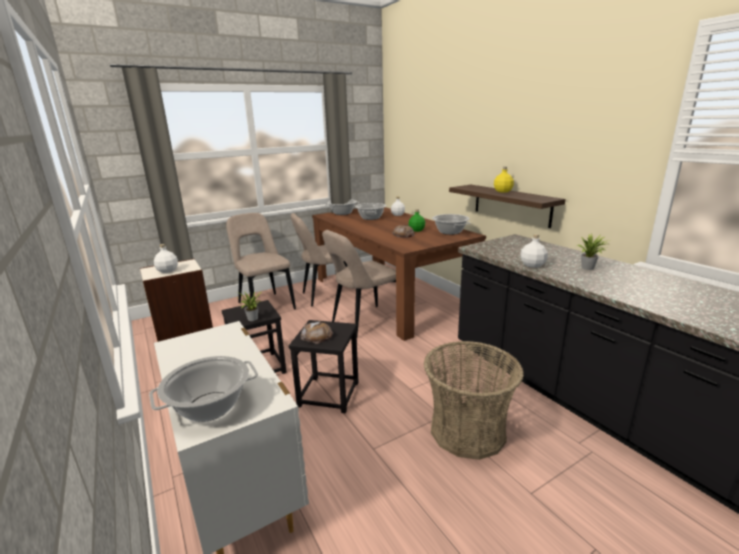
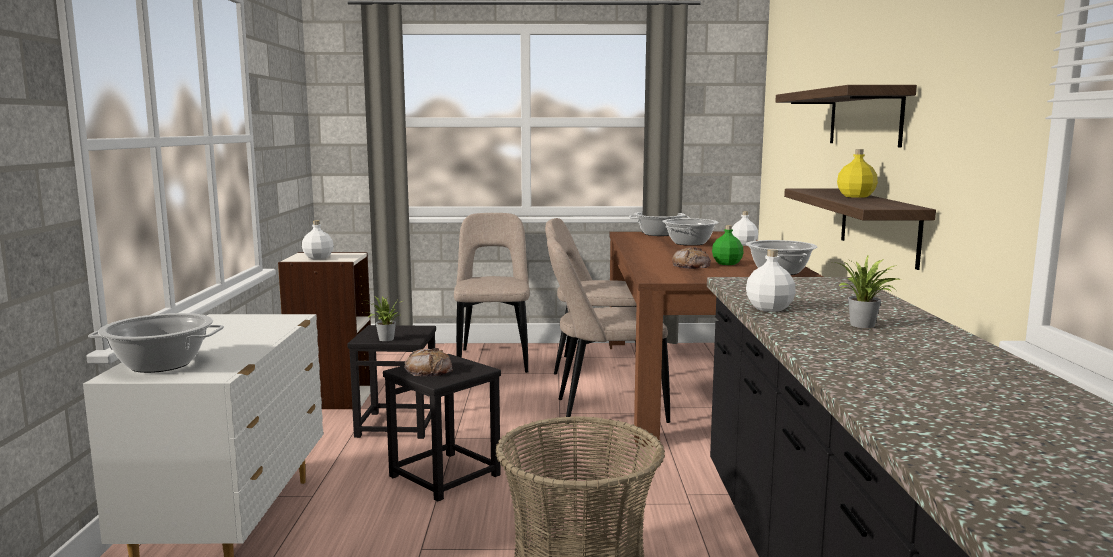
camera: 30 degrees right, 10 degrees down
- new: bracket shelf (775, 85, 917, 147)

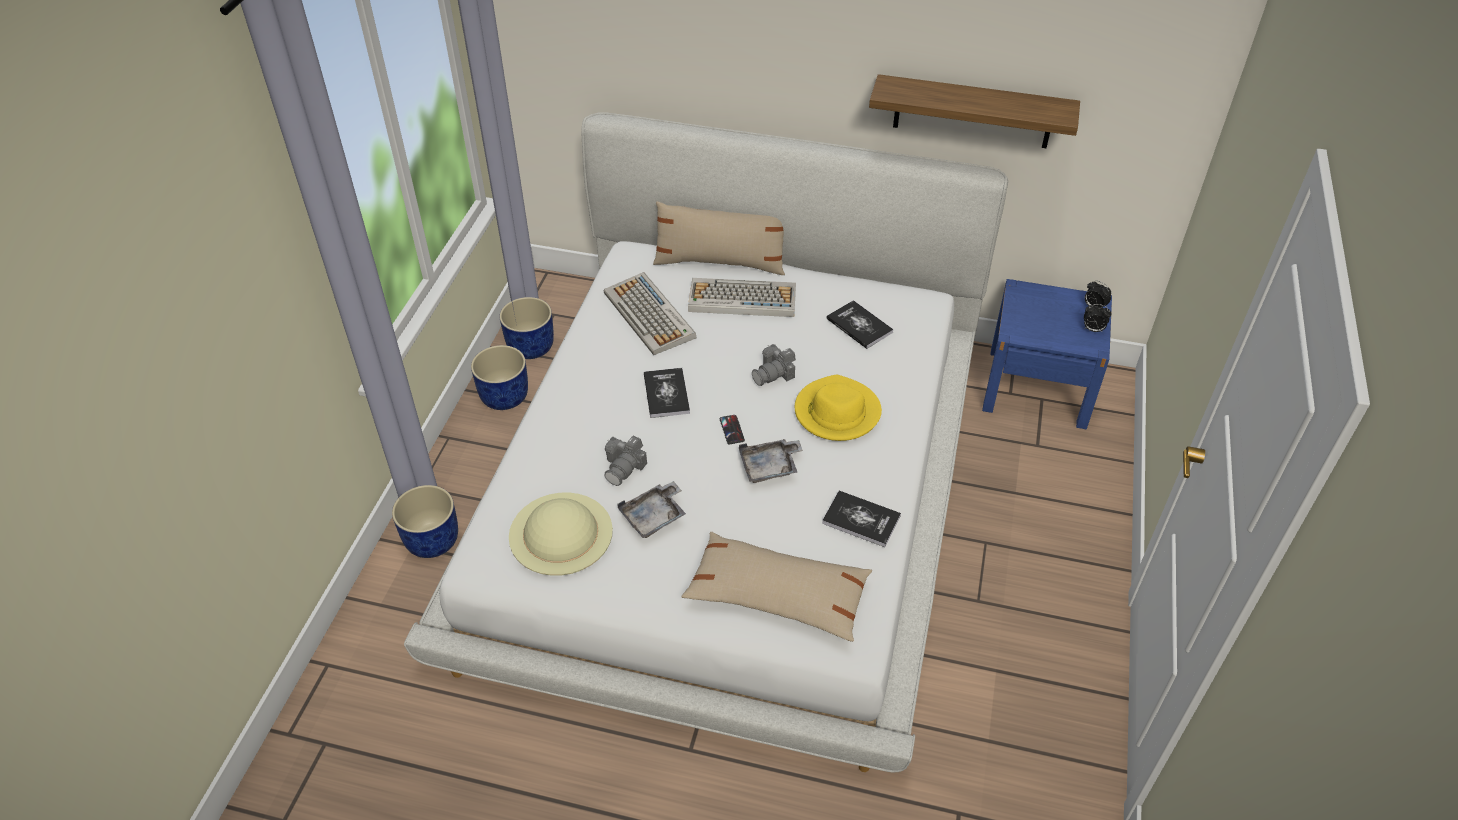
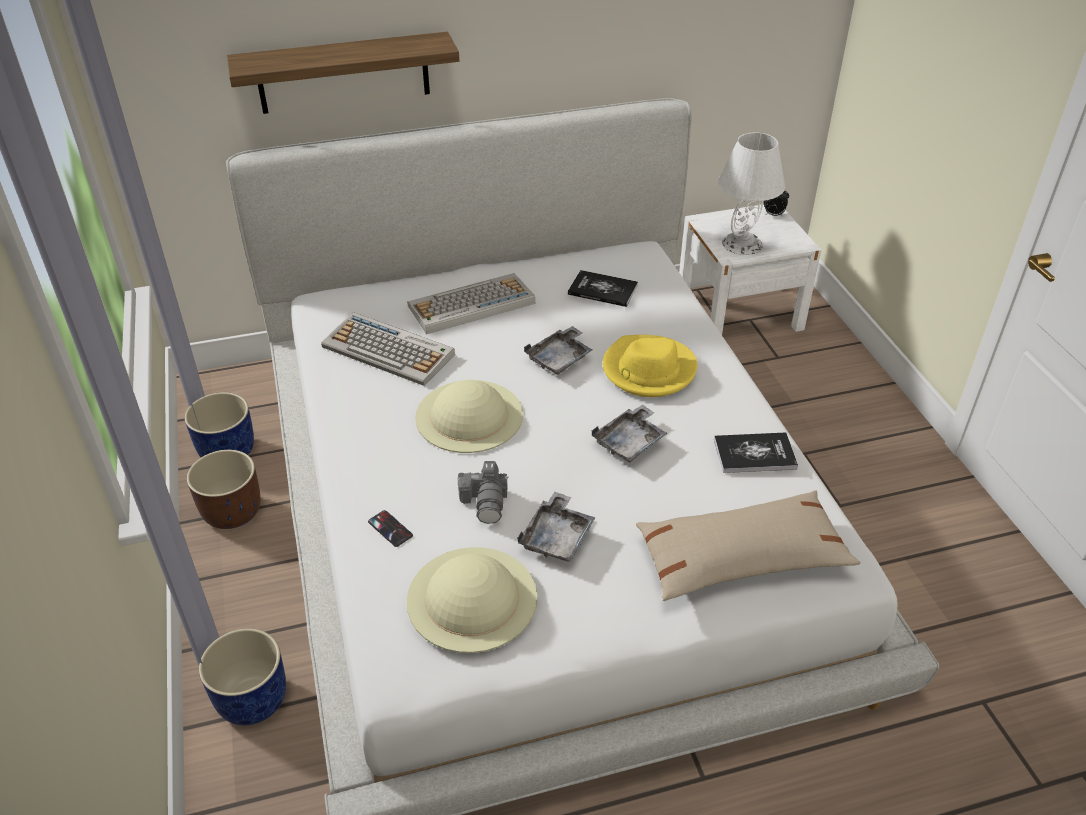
camera: 30 degrees left, 5 degrees down
- shifted: bracket shelf (869, 74, 1080, 148) to (227, 32, 459, 114)
- gone: cushion/beige (653, 201, 785, 275)
- repainted: bedside table/blue-coloured (982, 279, 1112, 429) to bedside table/white (679, 204, 821, 335)
- gone: table clock (1084, 304, 1112, 332)
- swapped: still camera (752, 344, 796, 386) to tray/grey (524, 326, 592, 375)
- repainted: planter/blue-coloured (471, 345, 528, 410) to planter/brownish (187, 450, 261, 529)
- swapped: volume (644, 368, 690, 418) to clothing hat/beige (415, 380, 523, 453)
- shifted: handset (720, 415, 745, 444) to (368, 510, 413, 547)
- new: table lamp/white (718, 133, 785, 255)

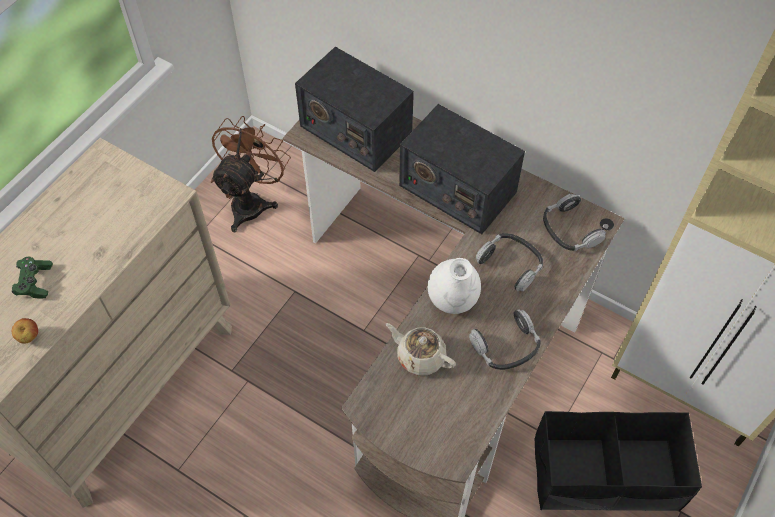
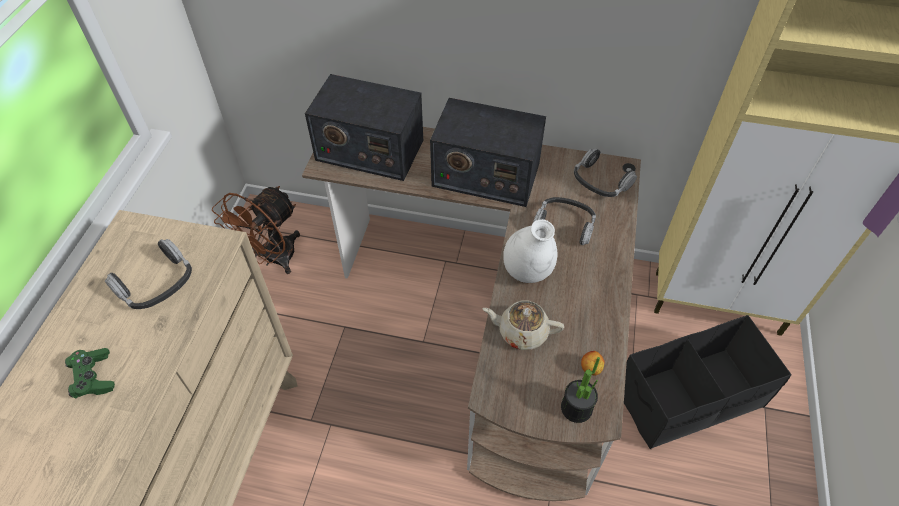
camera: 20 degrees left, 5 degrees down
- rotated: cooling fan/brownish (211, 116, 291, 232) = (212, 186, 300, 274) 150 degrees counterclockwise
- shifted: pair of headphones (469, 309, 541, 370) to (105, 239, 192, 309)
- shifted: apple fruit (12, 318, 38, 344) to (581, 351, 604, 375)
- new: potted plant (561, 357, 600, 423)

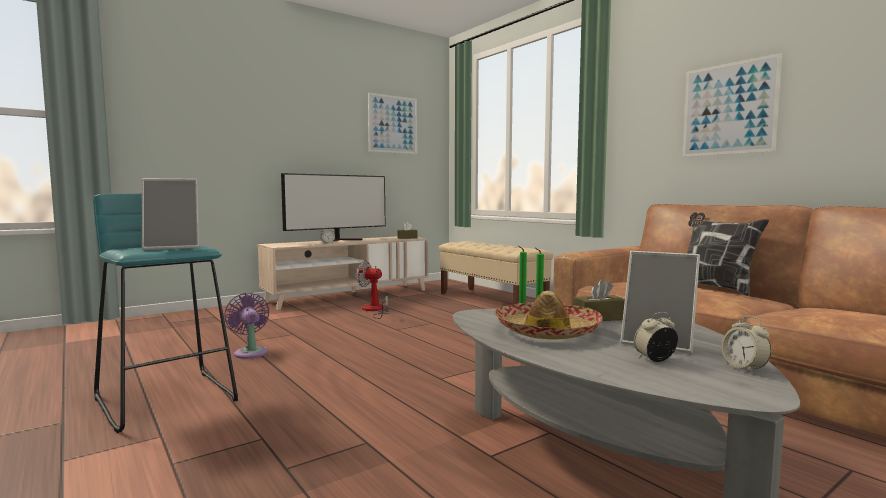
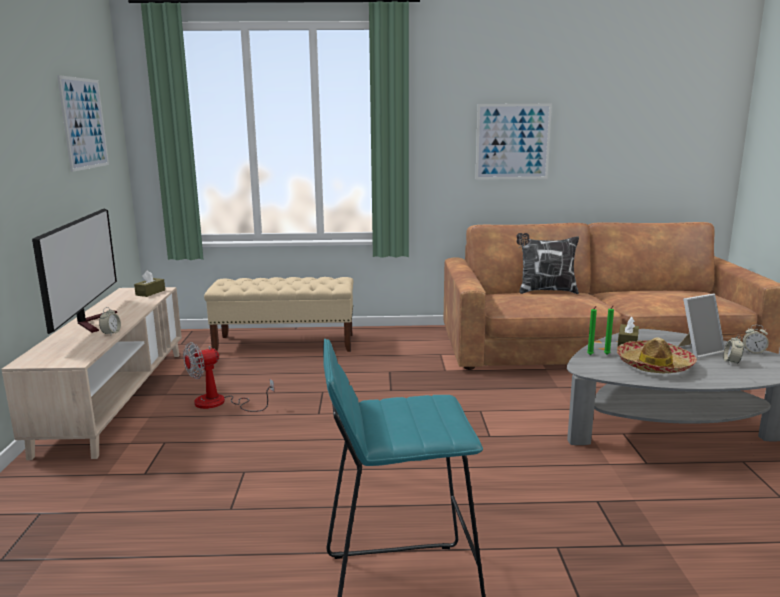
camera: 55 degrees left, 10 degrees up
- gone: picture frame (142, 178, 199, 250)
- gone: cooling fan/purple-coloured (224, 293, 269, 359)

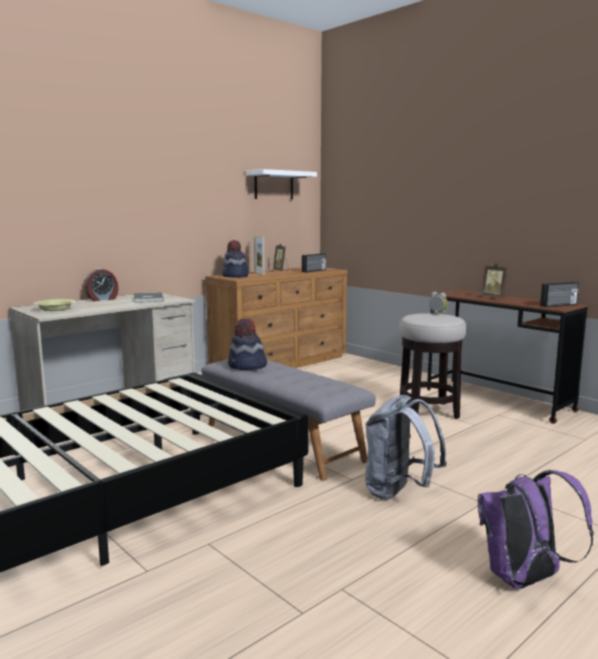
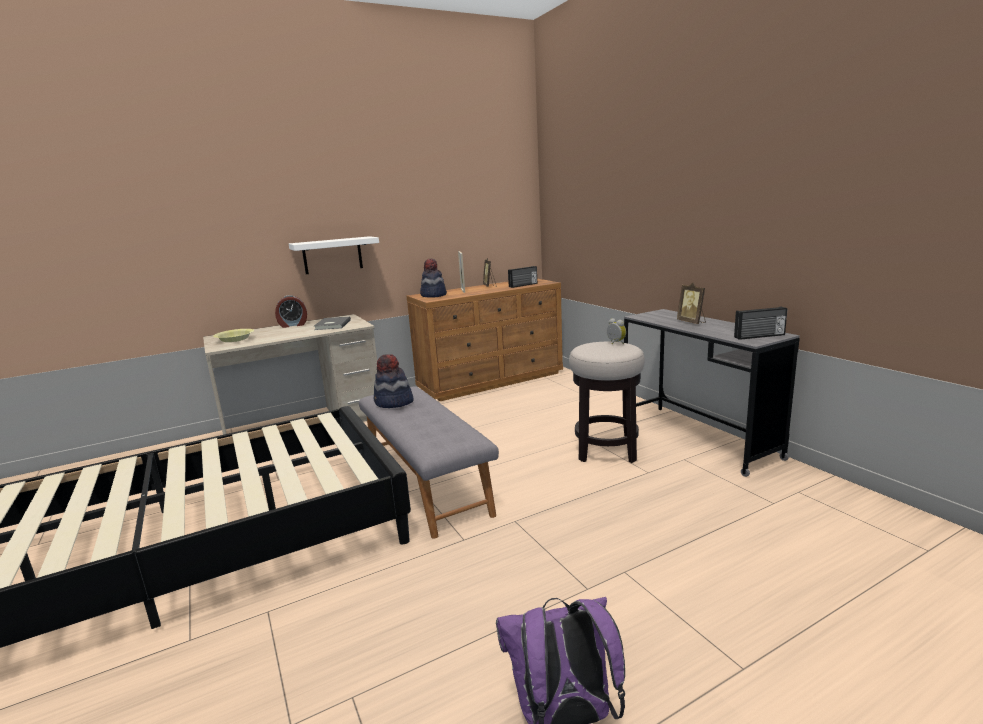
camera: 15 degrees right, 5 degrees up
- shifted: bracket shelf/white (246, 169, 317, 199) to (289, 236, 379, 274)
- repainted: desk unit/brownish (427, 290, 588, 424) to desk unit/grey (624, 309, 800, 477)
- gone: knapsack/grey (365, 395, 447, 500)

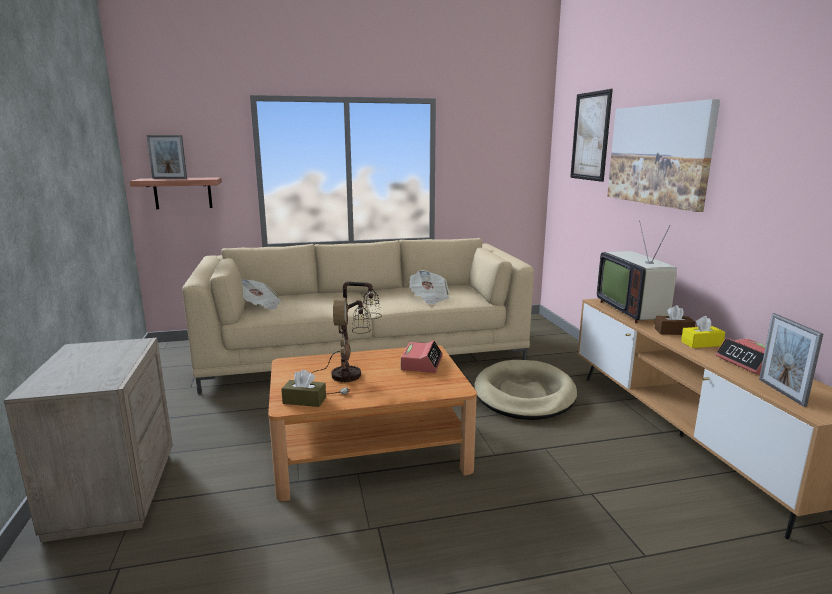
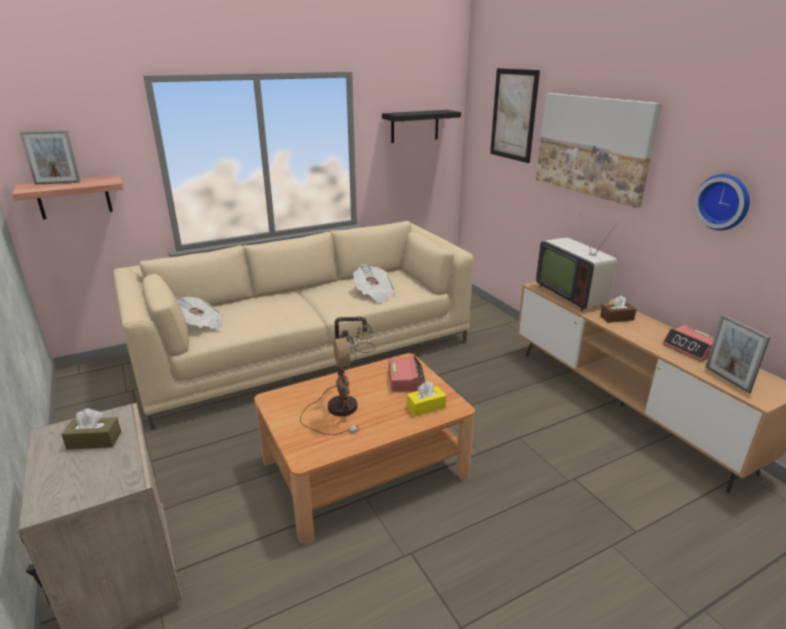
camera: 15 degrees left, 10 degrees up
- shifted: box of tissues/yellow-coloured (681, 316, 725, 348) to (407, 381, 446, 416)
- gone: pet bed/beige (474, 360, 577, 420)
- shifted: box of tissues/brownish (281, 370, 326, 407) to (61, 409, 121, 450)
- new: bracket shelf/black (382, 110, 461, 143)
- new: wall clock (694, 174, 750, 230)

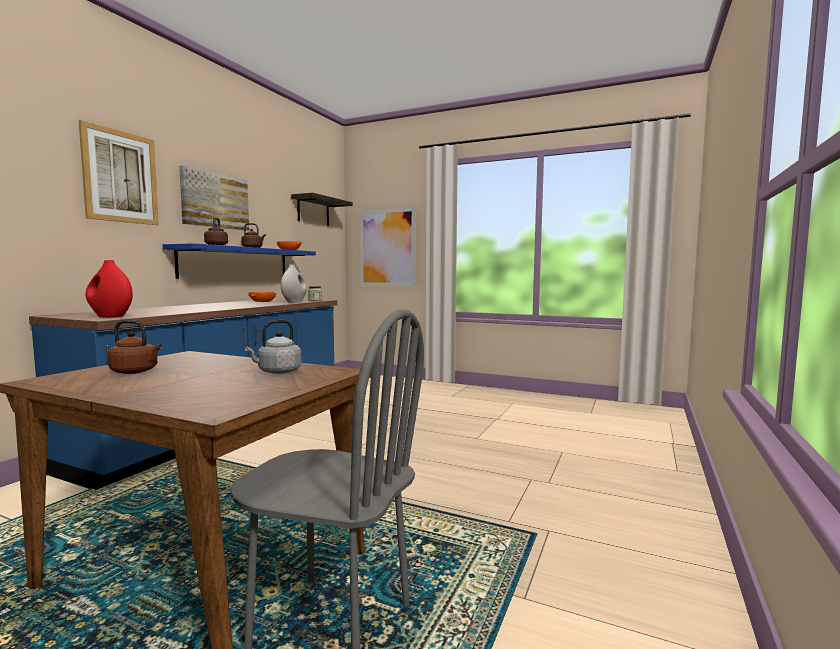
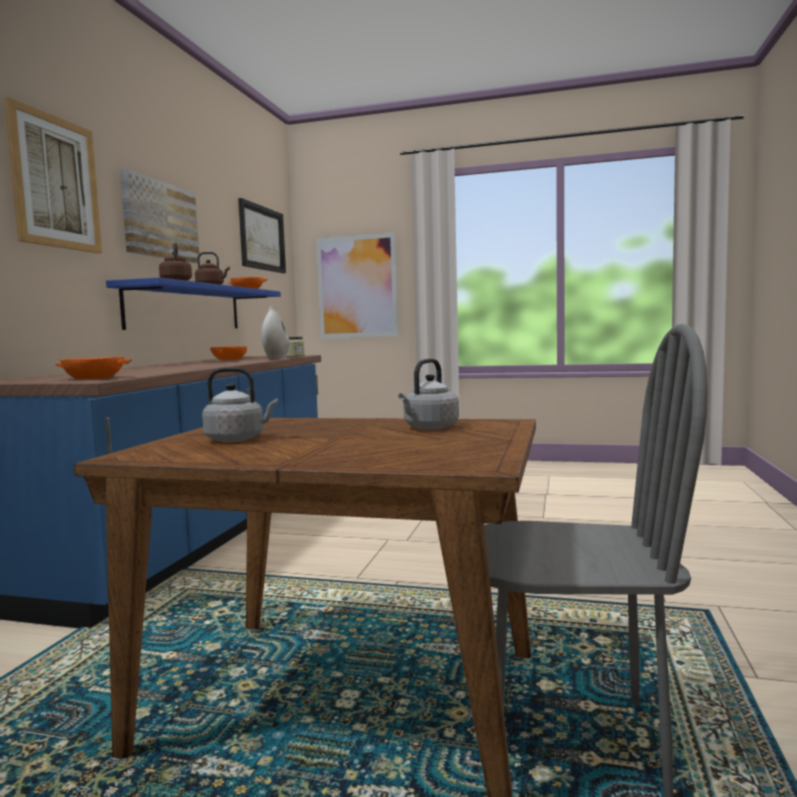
camera: 10 degrees left, 0 degrees up
- swapped: bracket shelf (291, 193, 353, 226) to picture (238, 198, 286, 273)
- swapped: decorative vase/red (85, 260, 133, 317) to serving bowl/orangey (55, 357, 132, 379)
- repainted: tea kettle/brownish (108, 320, 162, 374) to tea kettle/grey (202, 367, 278, 442)

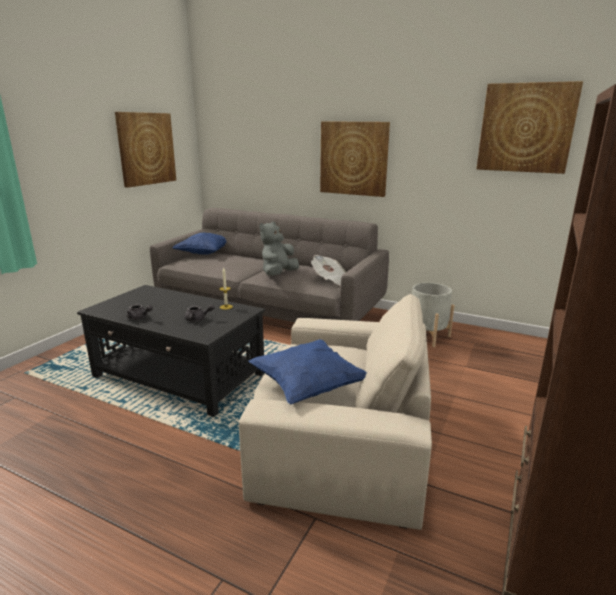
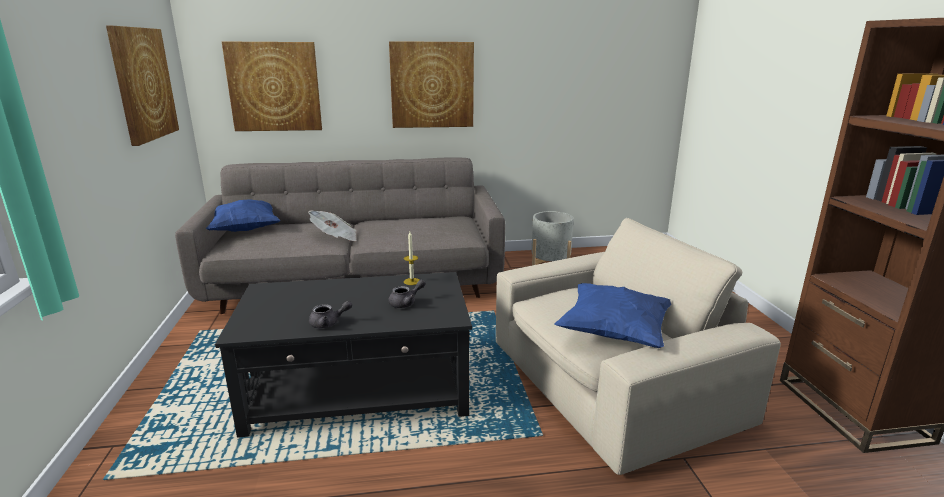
camera: 35 degrees left, 0 degrees up
- shifted: picture (476, 81, 583, 174) to (222, 41, 322, 131)
- gone: cuddly toy/grey (260, 222, 299, 276)
- shifted: printed paper (311, 255, 346, 286) to (308, 210, 356, 241)

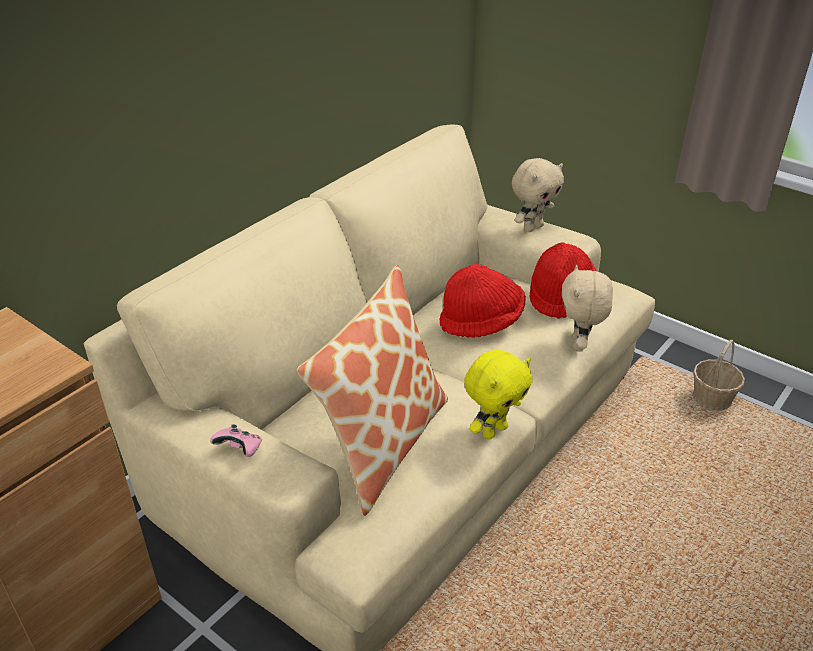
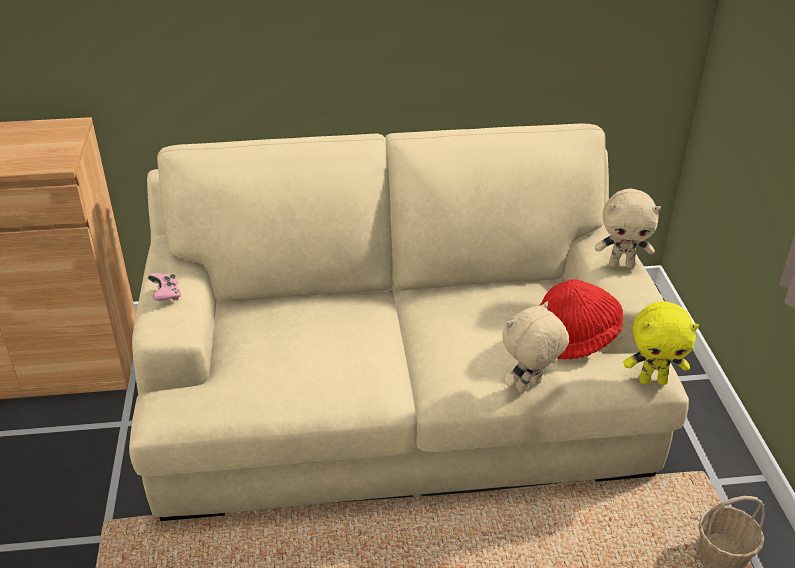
camera: 45 degrees right, 0 degrees up
- gone: clothing hat/red (439, 264, 526, 338)
- gone: cushion (297, 265, 448, 516)
- shifted: cuddly toy/yellow-coloured (464, 350, 532, 439) to (624, 301, 699, 385)

